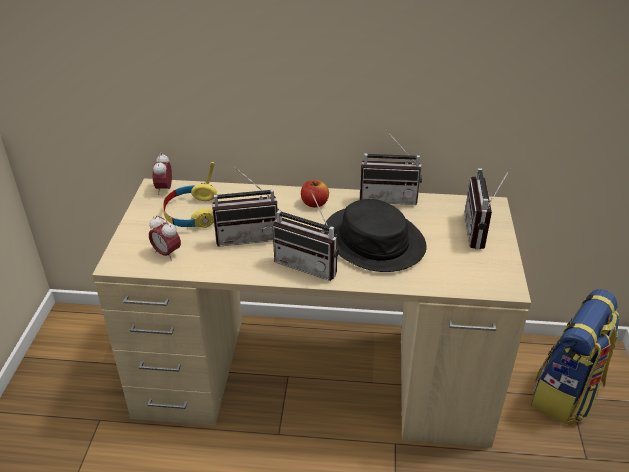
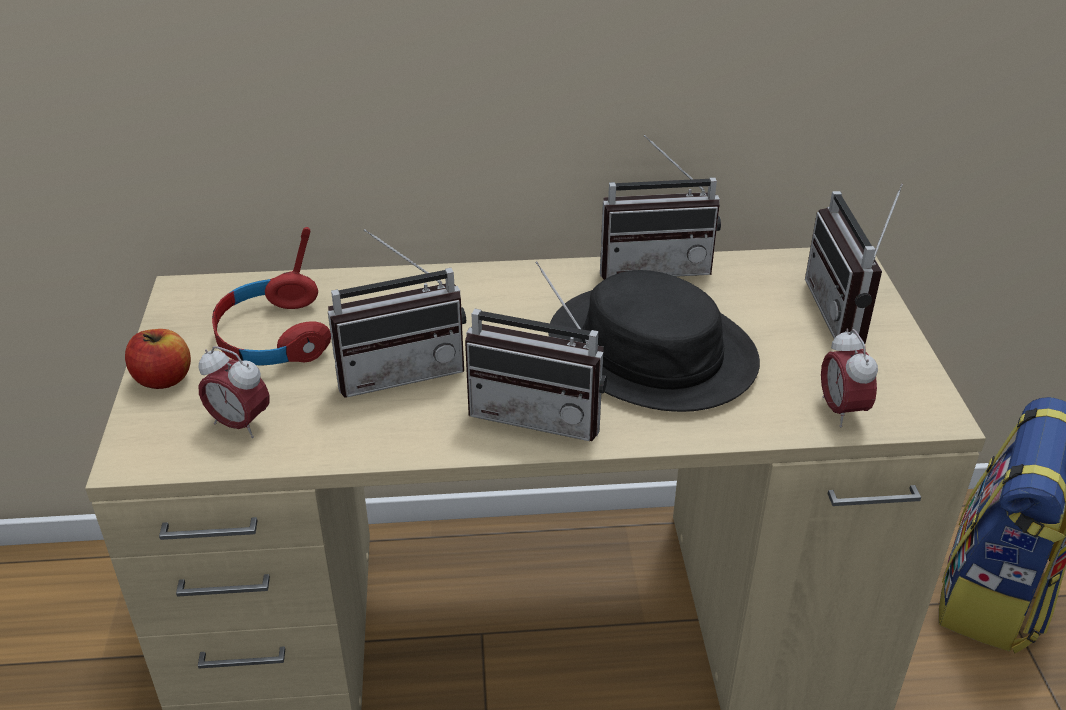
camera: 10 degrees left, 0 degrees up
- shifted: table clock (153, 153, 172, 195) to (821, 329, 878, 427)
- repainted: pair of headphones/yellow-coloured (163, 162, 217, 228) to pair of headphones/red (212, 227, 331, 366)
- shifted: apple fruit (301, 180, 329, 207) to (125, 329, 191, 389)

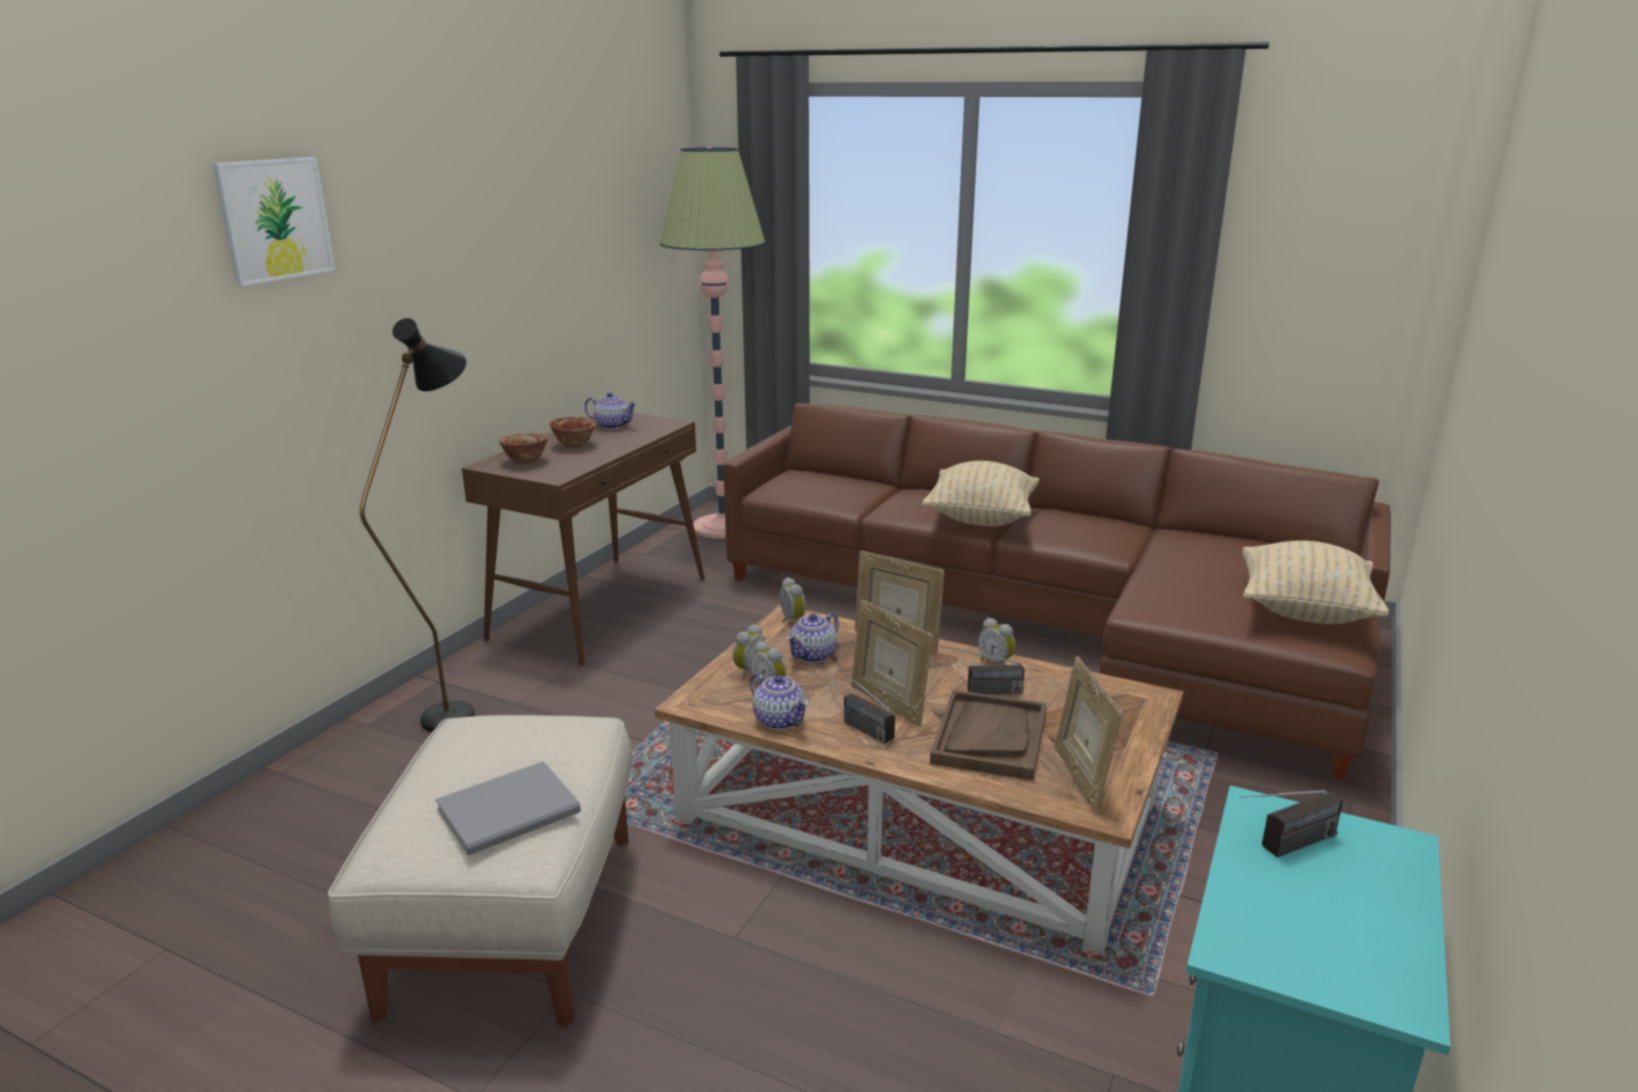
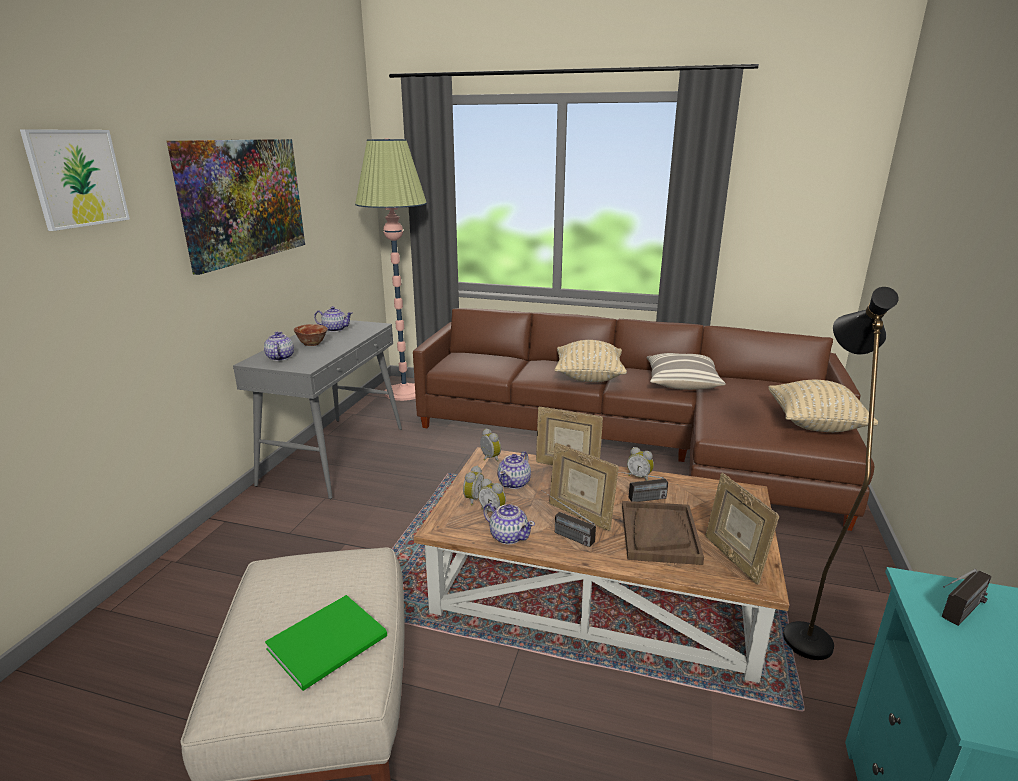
camera: 10 degrees left, 0 degrees up
- shifted: floor lamp/black (360, 318, 475, 732) to (783, 287, 899, 660)
- repainted: console table/brownish (462, 413, 705, 666) to console table/grey (233, 320, 402, 499)
- swapped: serving bowl (499, 433, 548, 464) to pot for tea (264, 332, 294, 361)
- repainted: volume/grey (436, 761, 581, 855) to volume/green (265, 595, 387, 691)
- new: picture (167, 139, 305, 275)
- new: cushion (646, 353, 726, 390)

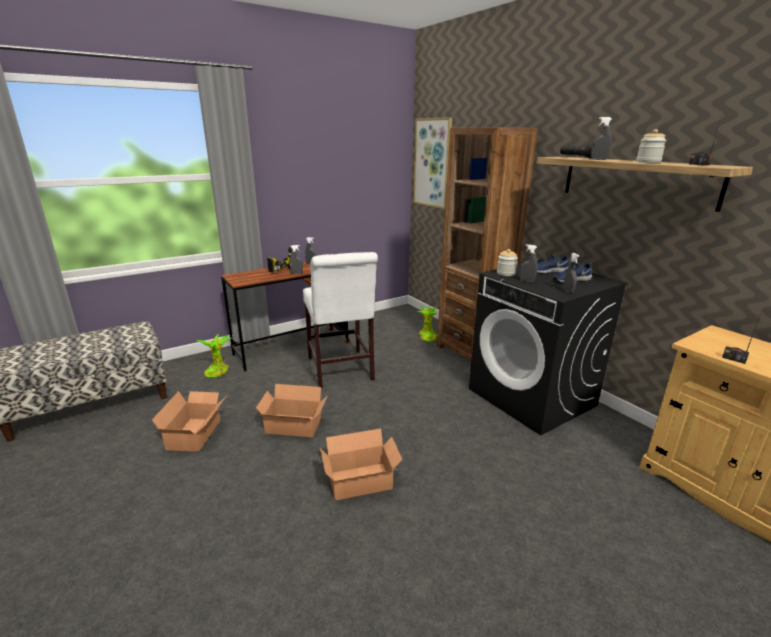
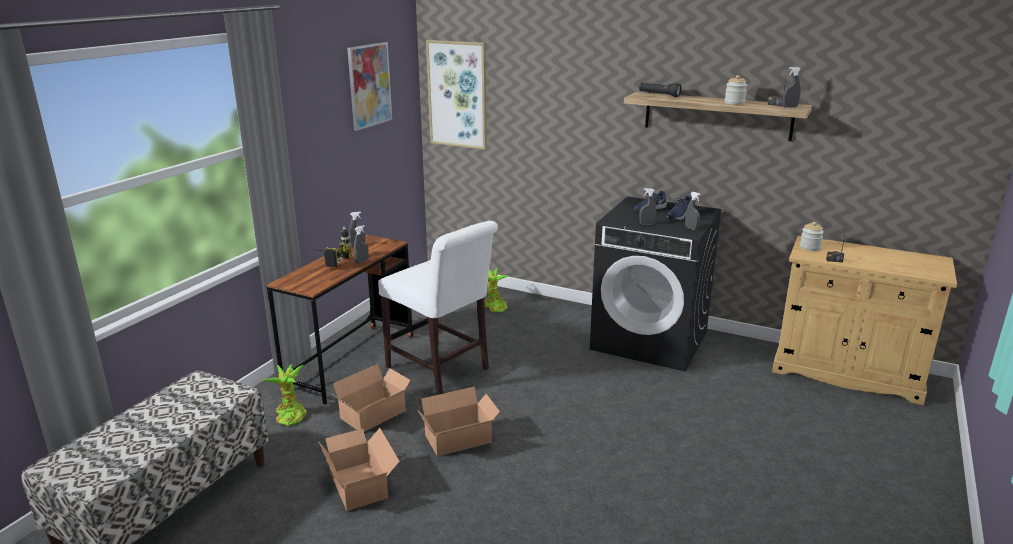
camera: 30 degrees left, 0 degrees up
- shifted: spray bottle/grey (591, 117, 612, 160) to (782, 67, 801, 108)
- gone: shelving unit/brownish (437, 127, 538, 366)
- shifted: preserve jar (497, 249, 518, 276) to (800, 222, 824, 251)
- shifted: carton (320, 428, 402, 501) to (333, 364, 410, 432)
- new: picture (347, 42, 392, 131)

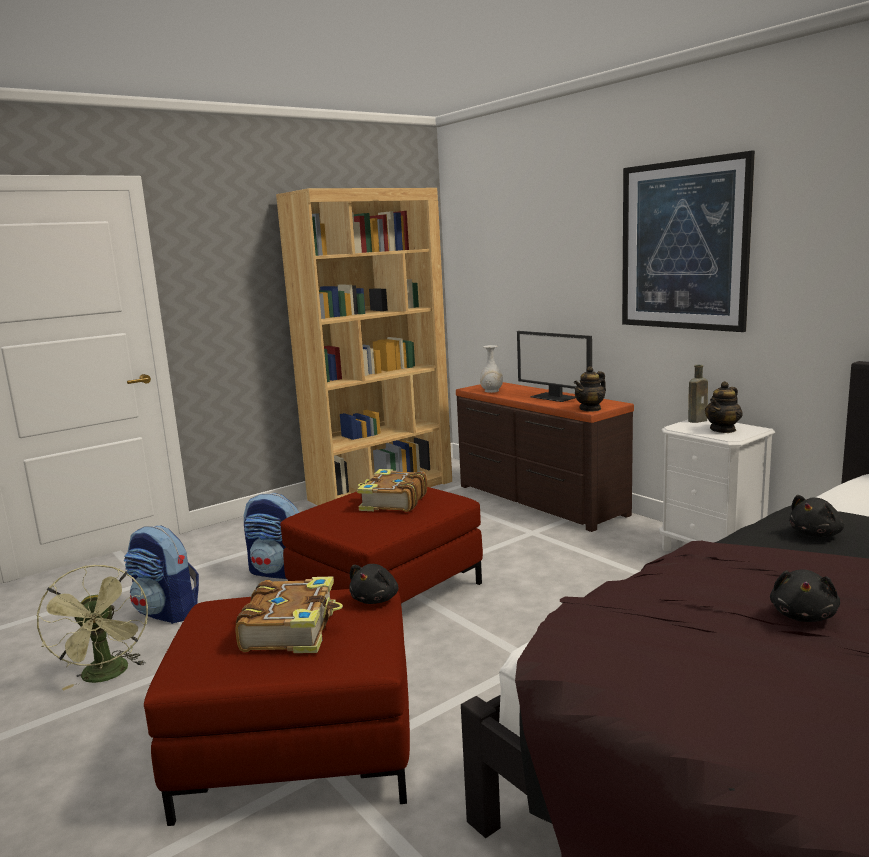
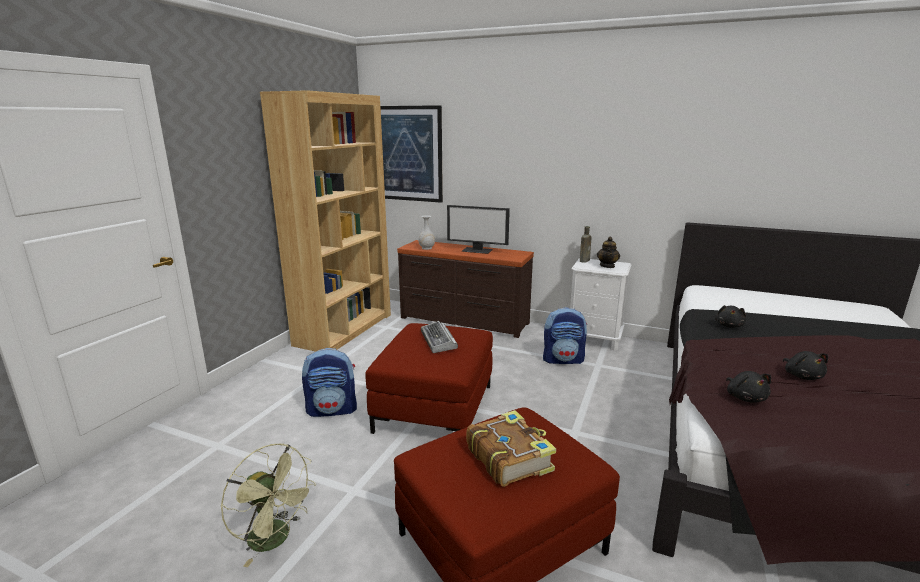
camera: 30 degrees left, 5 degrees up
- shifted: picture (622, 151, 755, 332) to (380, 105, 443, 203)
- gone: pot for tea (574, 366, 606, 412)
- swapped: volume (357, 469, 427, 512) to computer keyboard (421, 321, 458, 353)
- shifted: knapsack (124, 526, 199, 624) to (543, 307, 587, 364)
- shifted: cuddly toy/black (349, 564, 398, 604) to (726, 371, 771, 403)

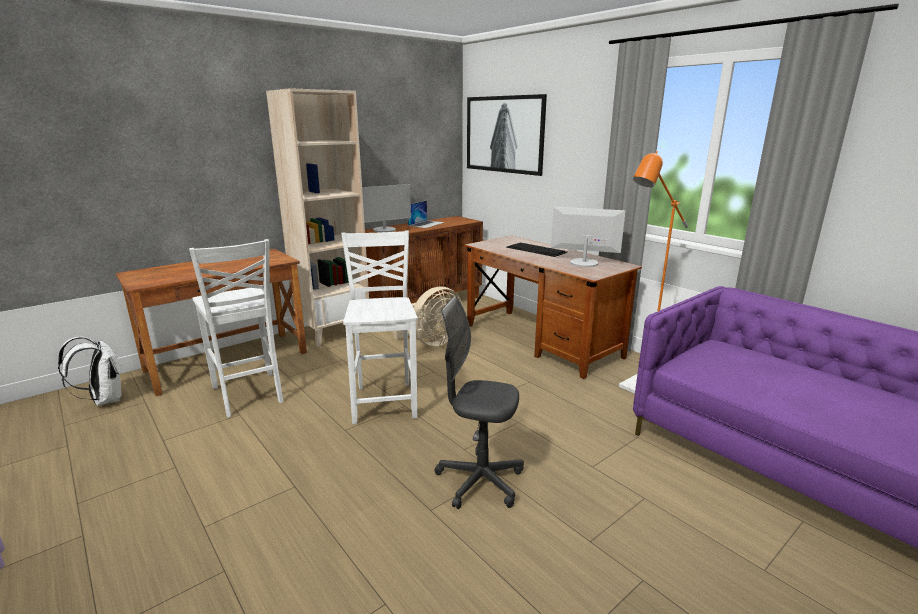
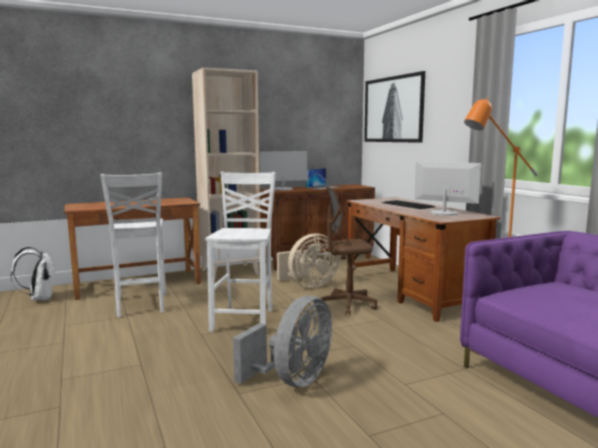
camera: 15 degrees right, 10 degrees down
- swapped: computer chair/grey (435, 297, 524, 509) to cooling fan/grey (233, 296, 332, 387)
- new: computer chair/brownish (321, 186, 377, 315)

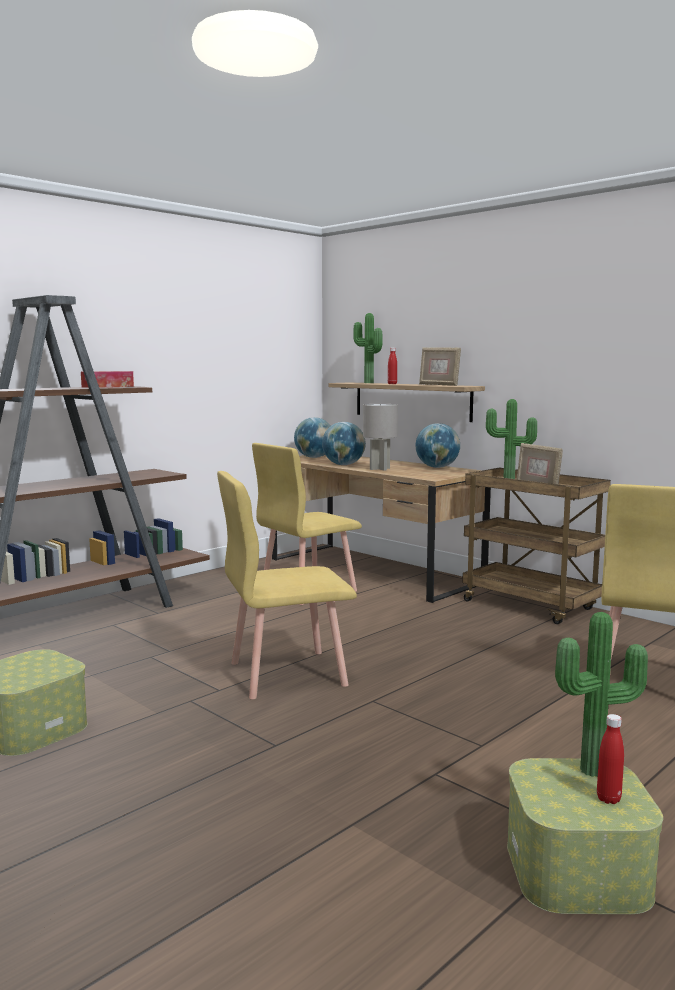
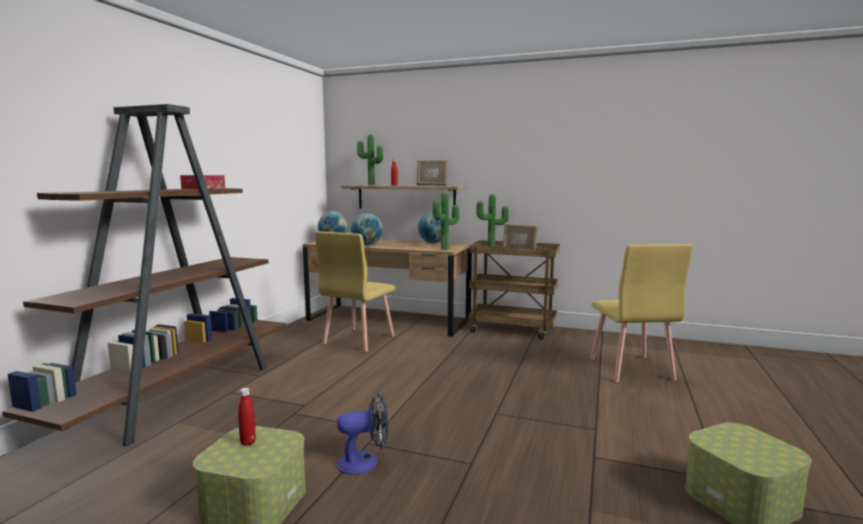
camera: 25 degrees left, 0 degrees up
- gone: table lamp/grey (363, 404, 398, 471)
- gone: upright chair/yellow-coloured (217, 471, 357, 699)
- shifted: potted plant (555, 612, 648, 777) to (433, 193, 459, 250)
- shifted: drink bottle/red (597, 714, 624, 804) to (238, 388, 256, 446)
- new: cooling fan (337, 393, 389, 474)

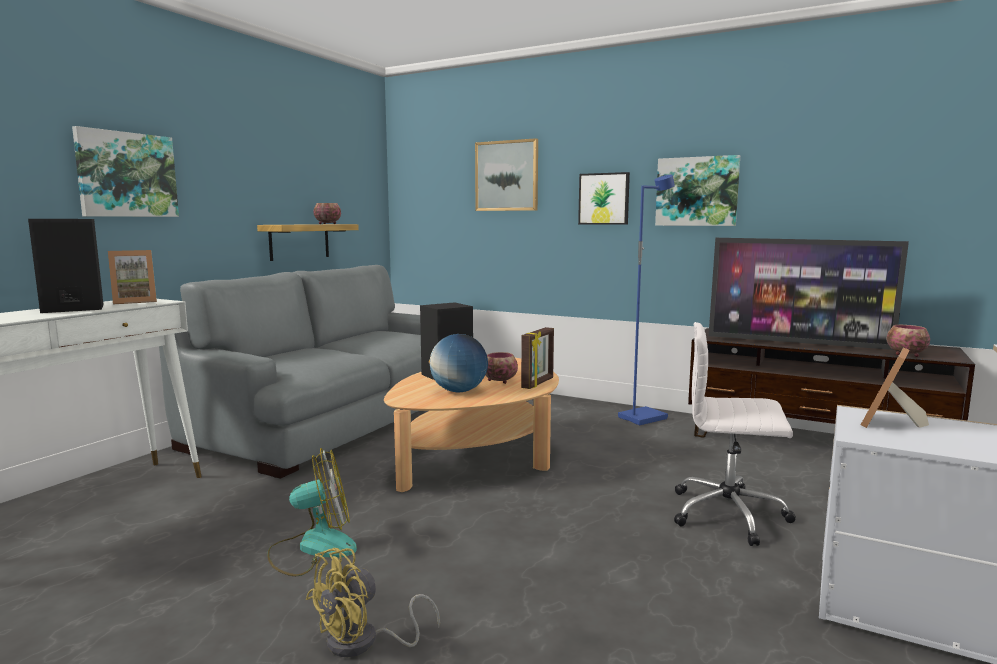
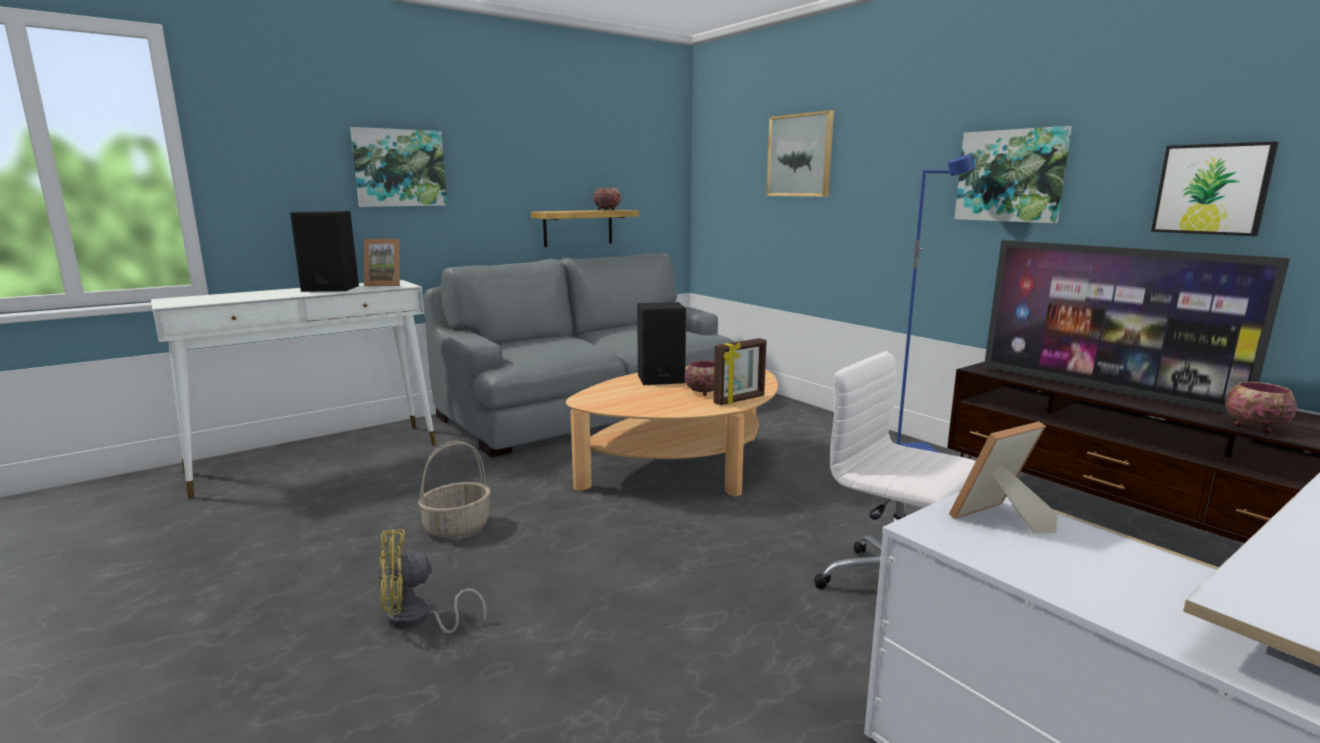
camera: 25 degrees right, 5 degrees up
- shifted: picture (578, 172, 630, 225) to (1151, 141, 1278, 236)
- gone: globe (429, 334, 488, 392)
- swapped: cooling fan (267, 448, 357, 576) to household basket (418, 441, 491, 538)

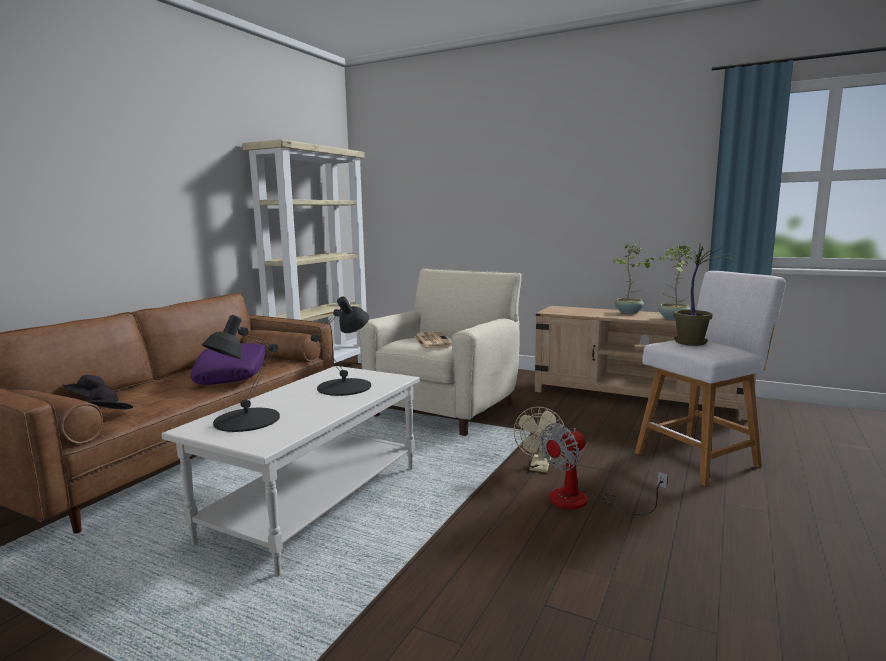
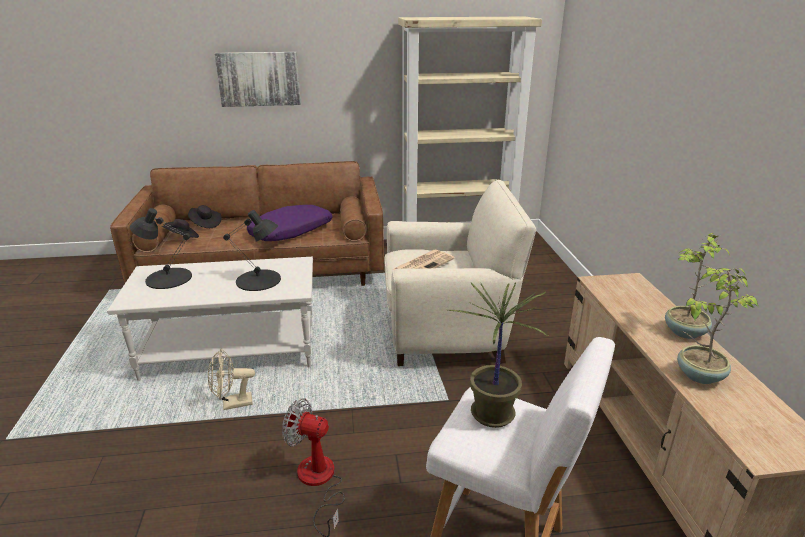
camera: 55 degrees right, 15 degrees up
- shifted: cooling fan/beige (514, 407, 565, 472) to (208, 349, 255, 410)
- new: picture (214, 52, 301, 107)

